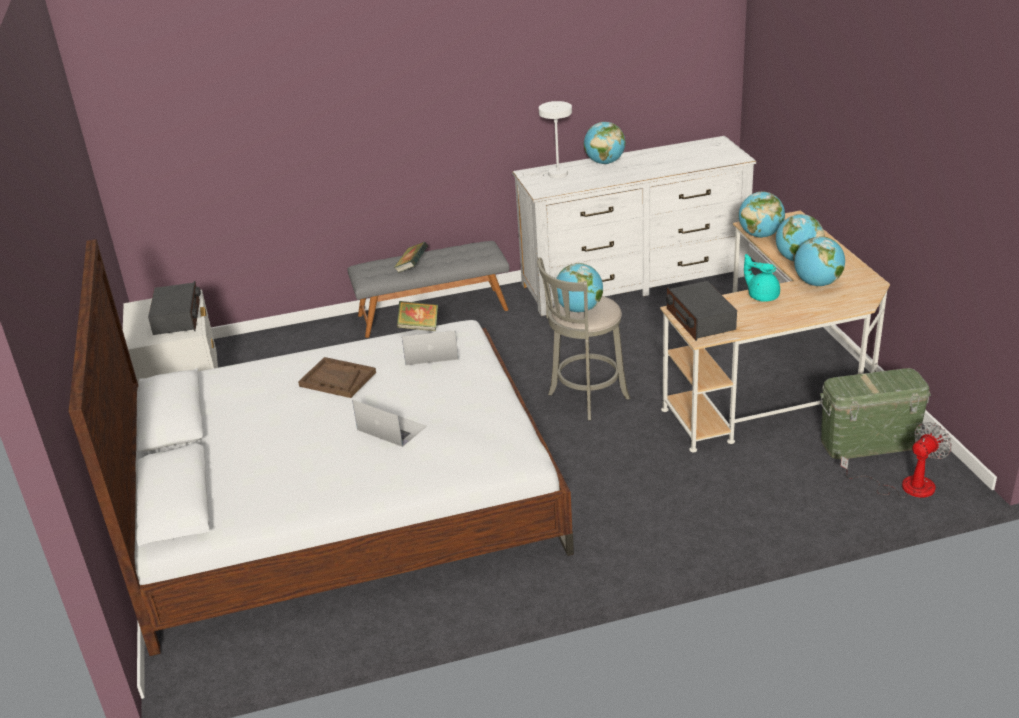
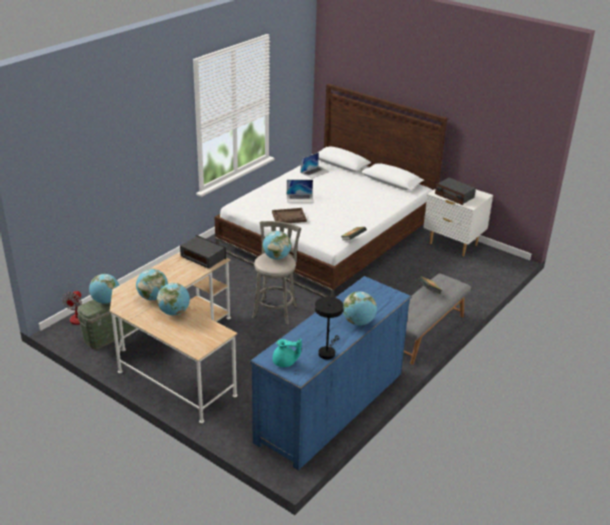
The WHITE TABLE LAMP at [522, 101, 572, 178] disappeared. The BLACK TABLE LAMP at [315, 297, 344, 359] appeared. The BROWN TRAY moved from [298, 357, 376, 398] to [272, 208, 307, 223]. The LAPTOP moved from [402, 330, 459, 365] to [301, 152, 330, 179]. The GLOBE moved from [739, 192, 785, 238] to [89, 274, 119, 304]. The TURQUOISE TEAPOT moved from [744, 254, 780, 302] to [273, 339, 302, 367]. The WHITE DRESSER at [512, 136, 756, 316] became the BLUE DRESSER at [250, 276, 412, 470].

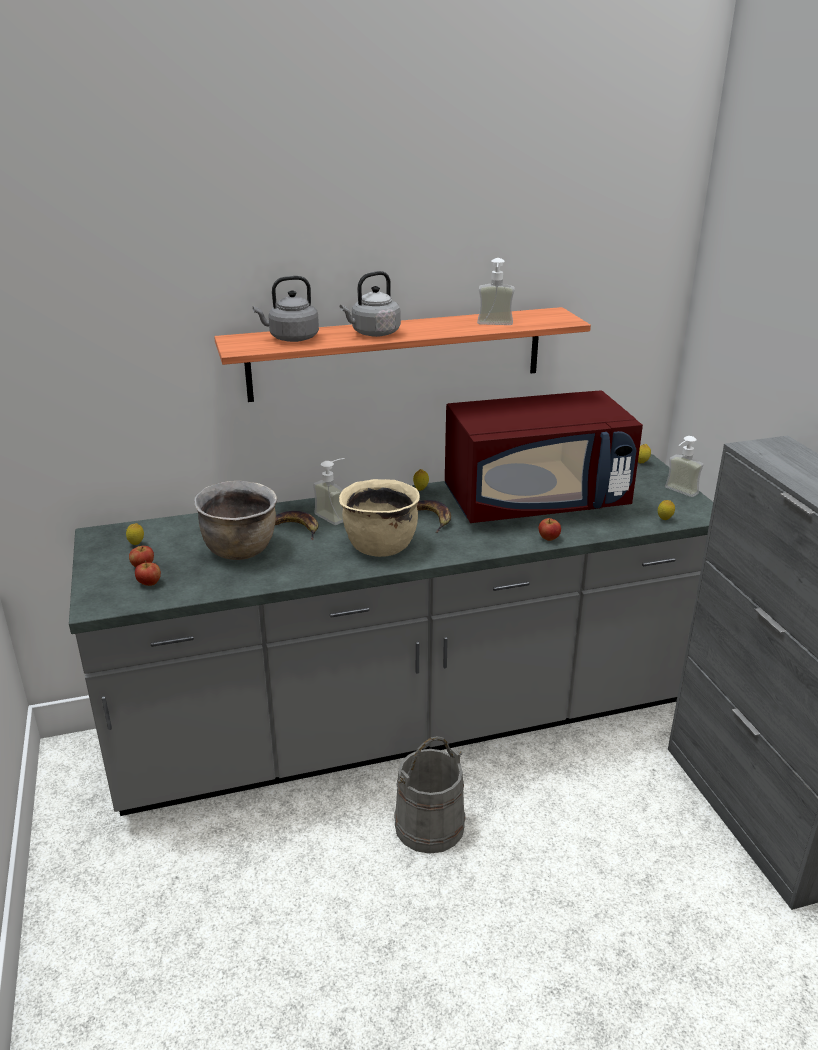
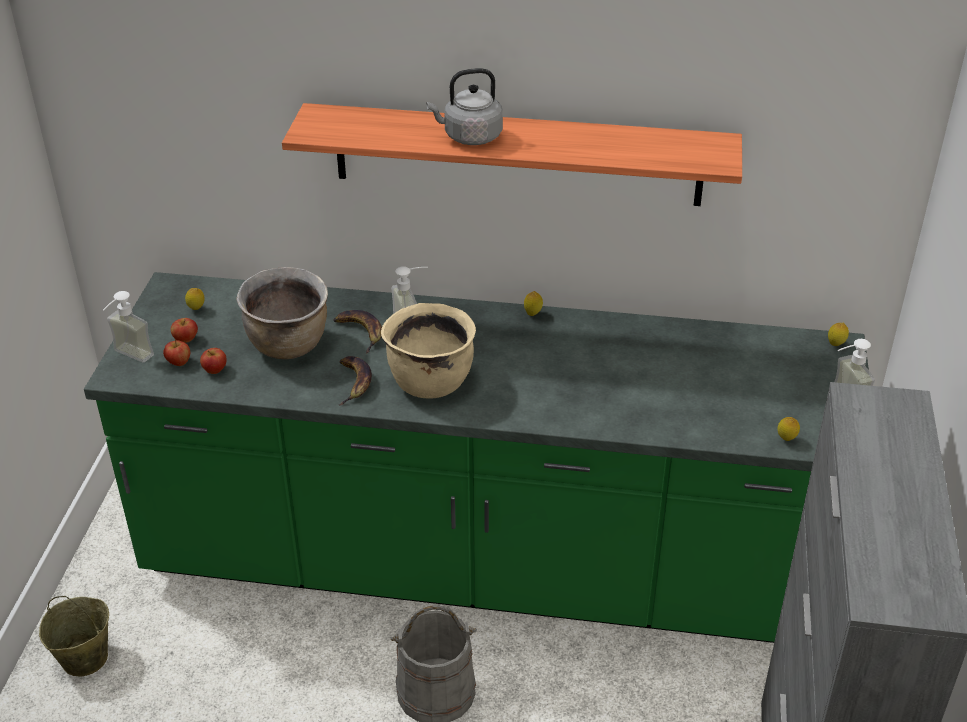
The GREY KETTLE at [253, 276, 319, 342] disappeared. The RED MICROWAVE at [445, 390, 643, 523] disappeared. The BEIGE BUCKET at [39, 596, 109, 676] appeared. The BANANA moved from [417, 500, 451, 533] to [339, 356, 372, 405]. The SOAP DISPENSER moved from [477, 258, 515, 325] to [103, 291, 154, 362]. The APPLE moved from [538, 518, 561, 541] to [200, 348, 227, 374]. The GREY COUNTER at [69, 454, 713, 816] became the GREEN COUNTER at [84, 272, 869, 643].

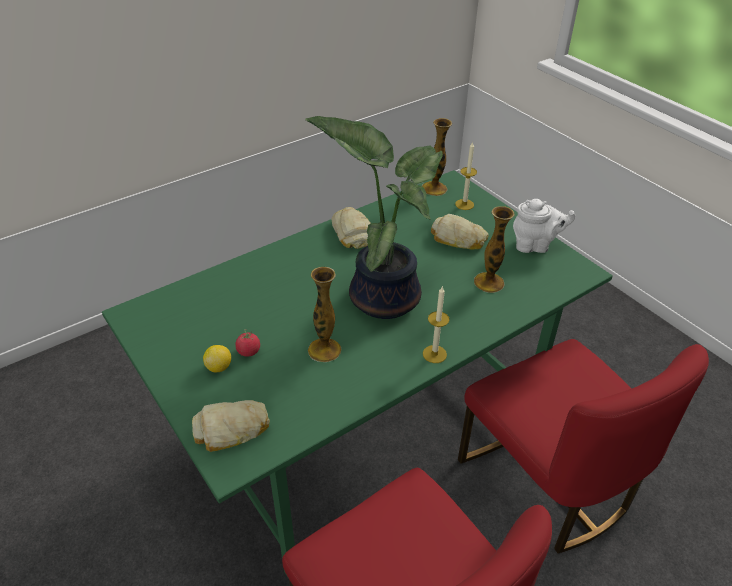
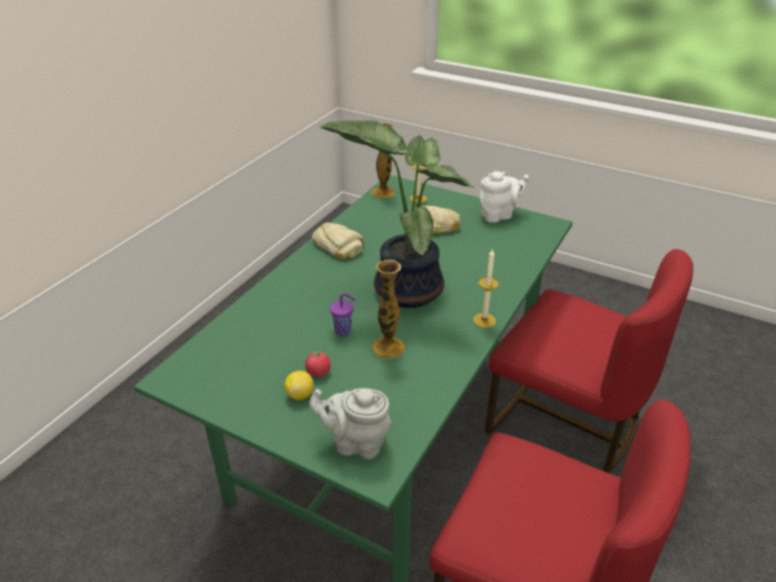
The VASE at [474, 207, 515, 293] disappeared. The PURPLE CUP at [330, 293, 356, 336] appeared. The BREAD at [192, 400, 270, 452] was replaced by the GREY TEAPOT at [309, 388, 392, 460].

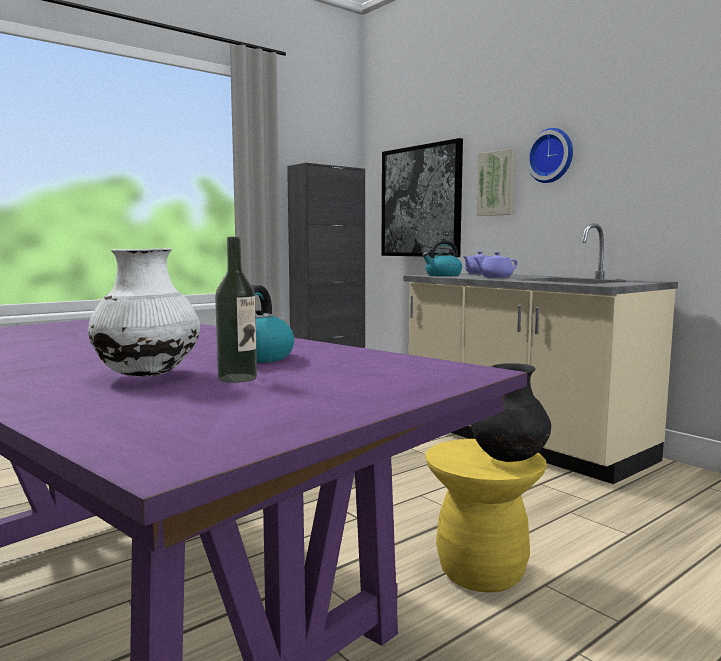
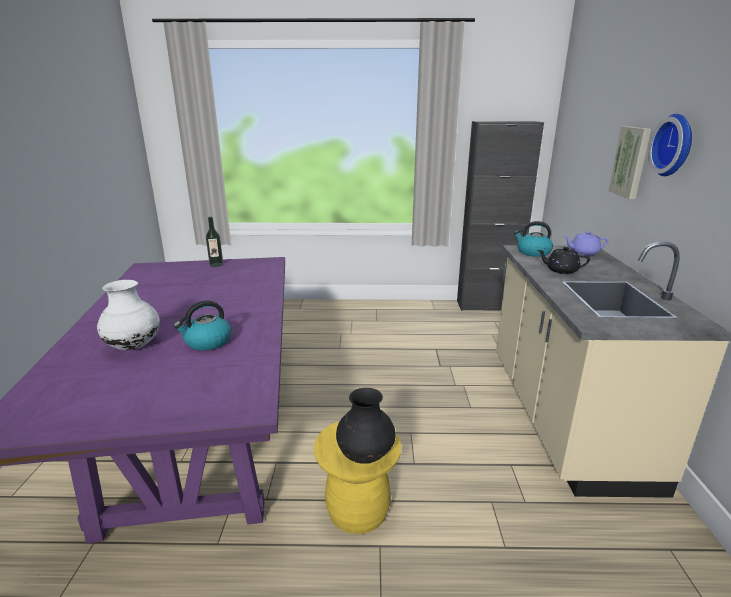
The PICTURE at [381, 138, 463, 257] disappeared. The BOTTLE moved from [215, 237, 257, 383] to [206, 217, 223, 267]. The PURPLE TEAPOT at [474, 252, 518, 278] became the BLACK TEAPOT at [538, 247, 590, 274].

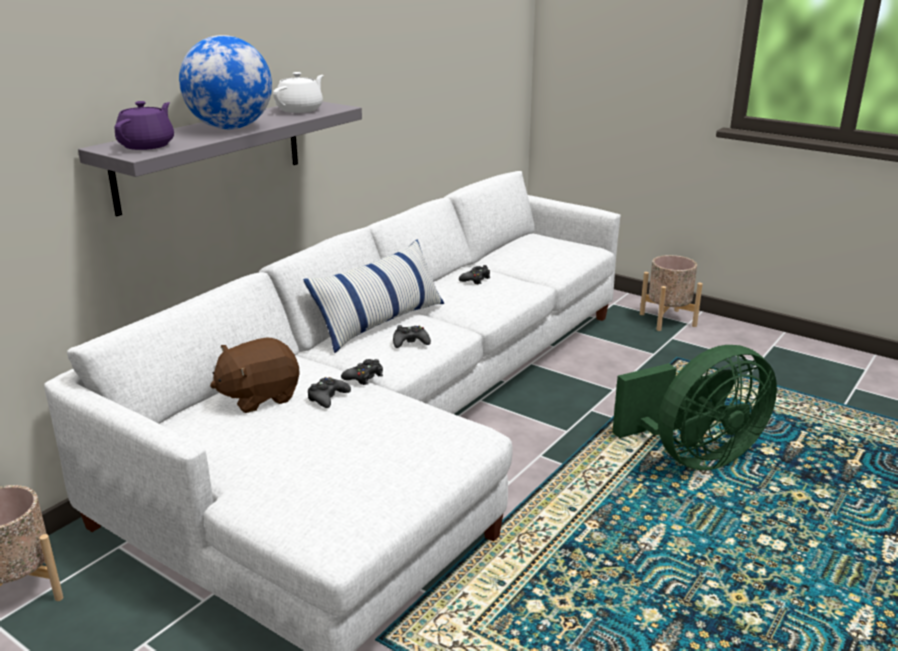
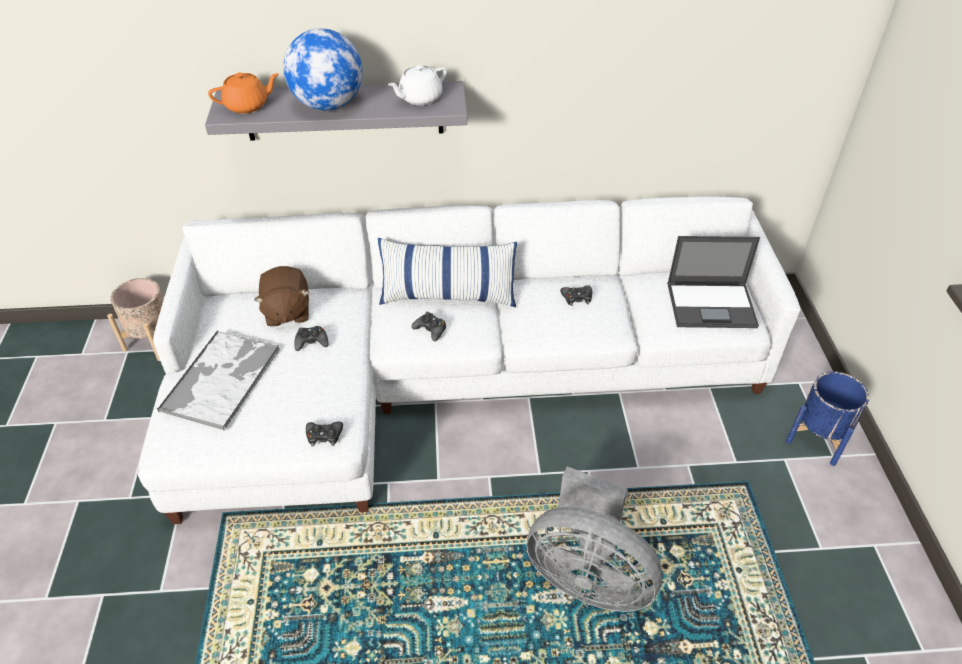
The TRAY at [157, 330, 280, 431] appeared. The LAPTOP at [667, 236, 760, 328] appeared. The BLACK GAME CONTROLLER moved from [341, 359, 383, 385] to [306, 422, 343, 447]. The PURPLE TEAPOT at [114, 101, 174, 150] became the ORANGE TEAPOT at [208, 72, 279, 113]. The GREEN FAN at [612, 345, 777, 470] became the GREY FAN at [526, 467, 662, 612]. The BEIGE PLANTER at [640, 255, 703, 331] became the BLUE PLANTER at [786, 371, 869, 466]. The BROWN PLUSH TOY at [210, 338, 300, 413] turned 120 degrees counterclockwise. The WHITE TEAPOT at [273, 72, 324, 113] turned 150 degrees clockwise.

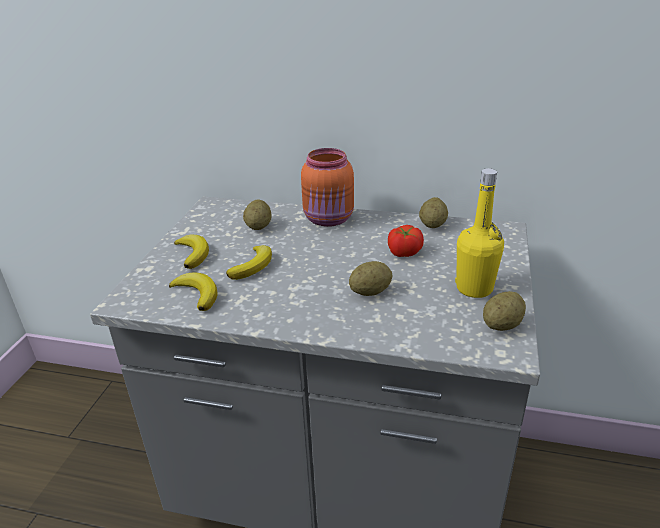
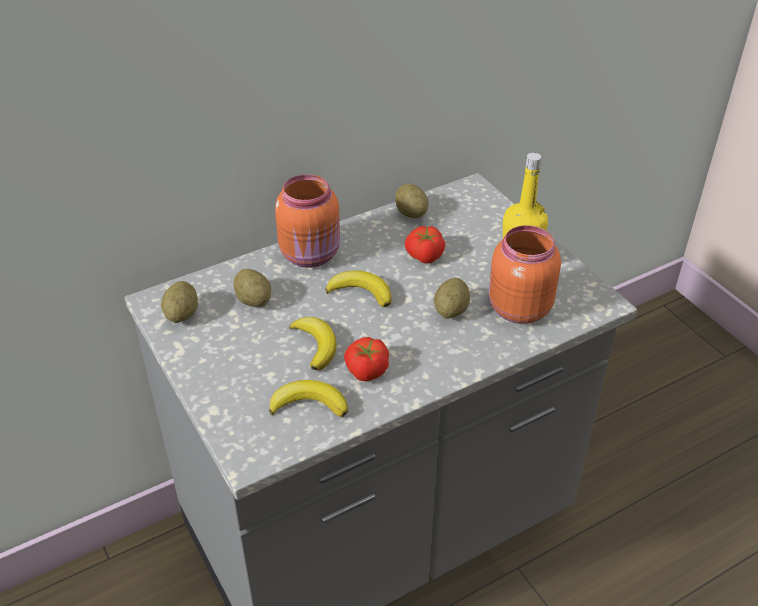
The TOMATO at [344, 337, 389, 382] appeared. The ORANGE JAR at [489, 225, 561, 324] appeared. The BANANA moved from [174, 235, 209, 269] to [325, 270, 392, 308]. The POTATO moved from [483, 291, 526, 331] to [161, 281, 198, 323].

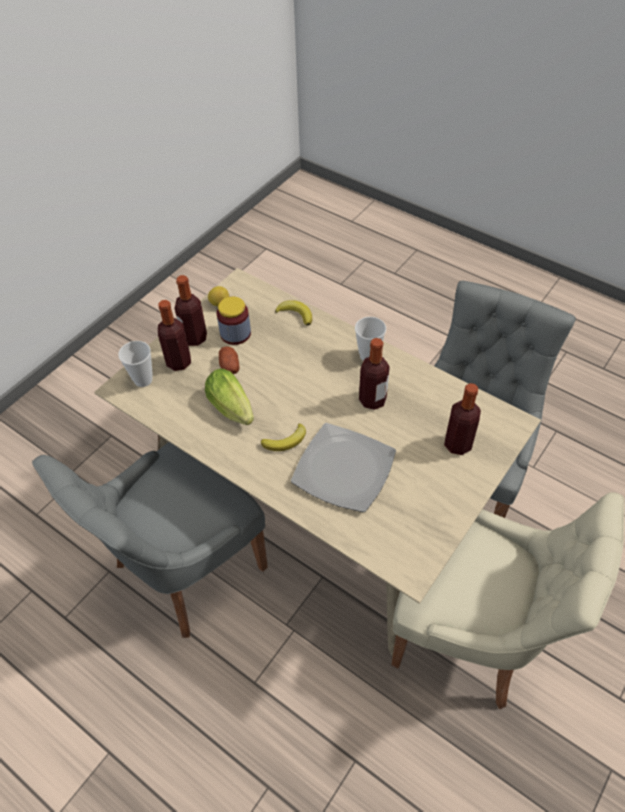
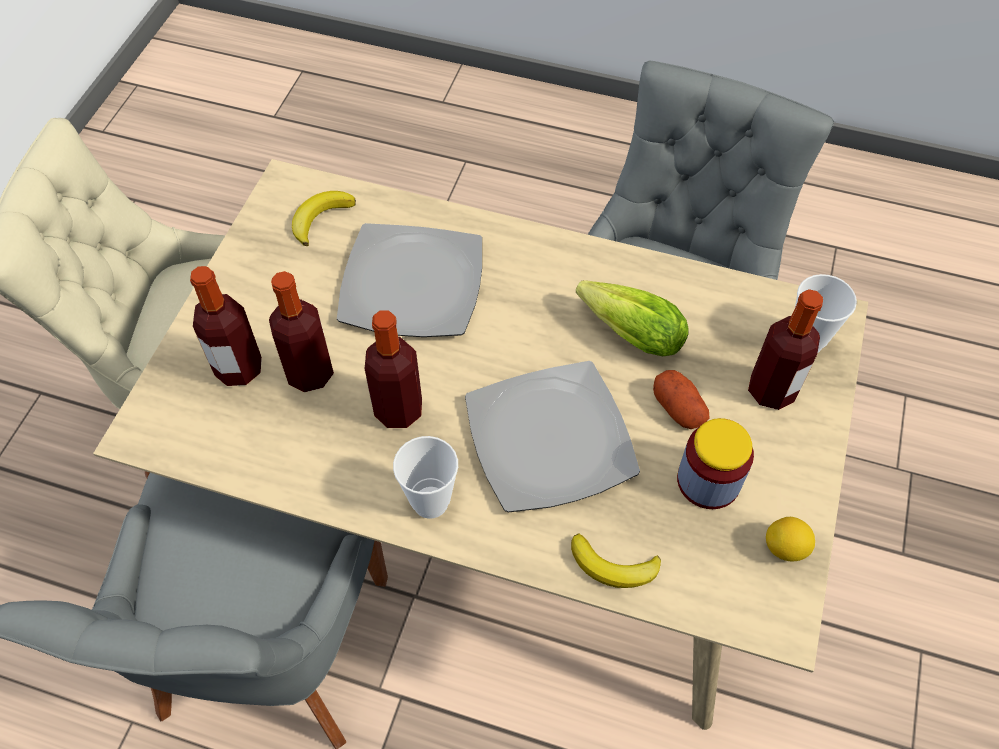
The PLATE at [465, 361, 640, 512] appeared. The BOTTLE moved from [174, 275, 207, 346] to [269, 271, 334, 392]. The BANANA moved from [261, 423, 306, 451] to [292, 191, 356, 246].

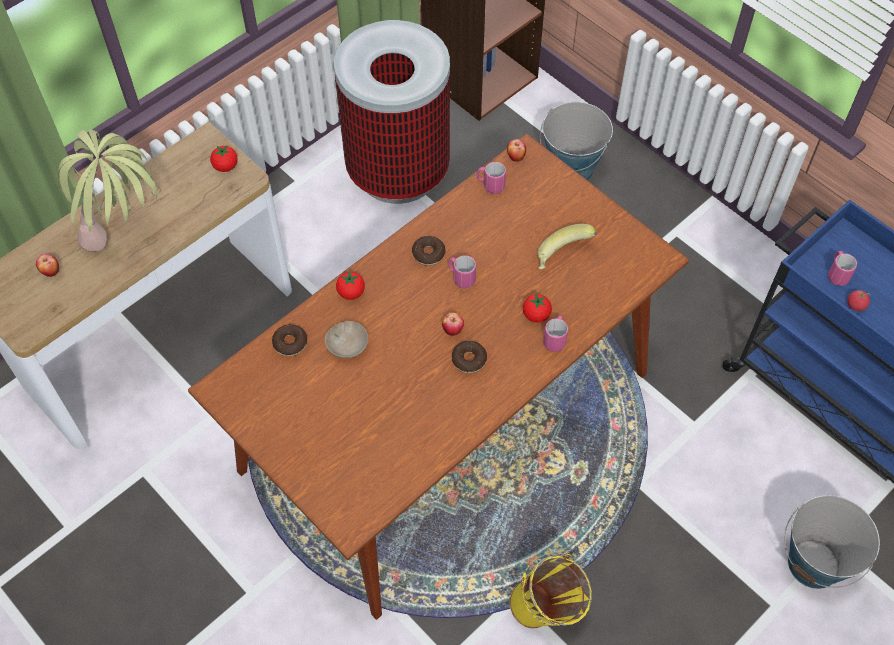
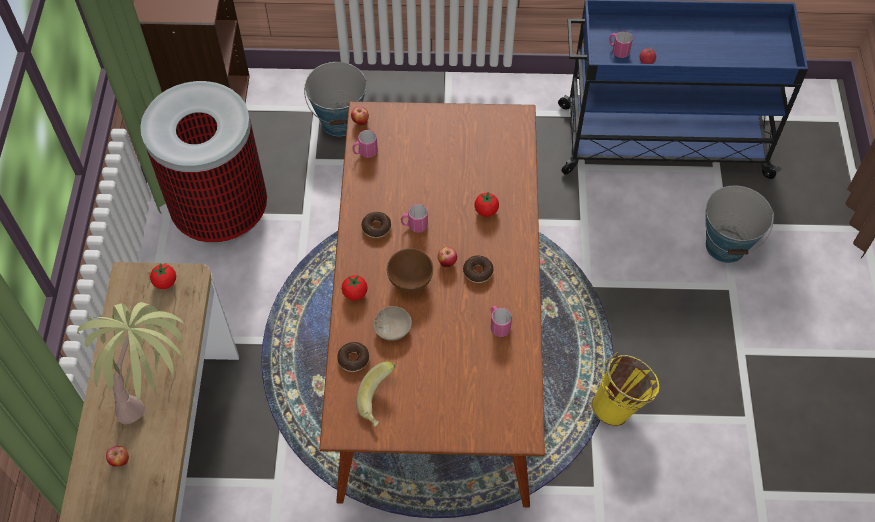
The BROWN BOWL at [387, 248, 433, 293] appeared. The BANANA moved from [537, 224, 597, 270] to [356, 361, 396, 427]. The PINK MUG moved from [543, 316, 568, 352] to [490, 306, 512, 337].

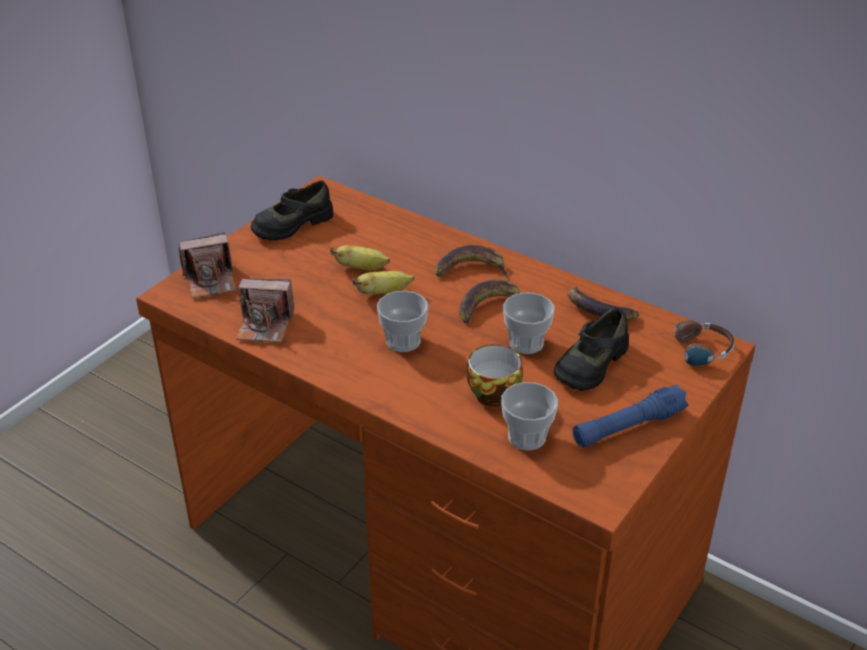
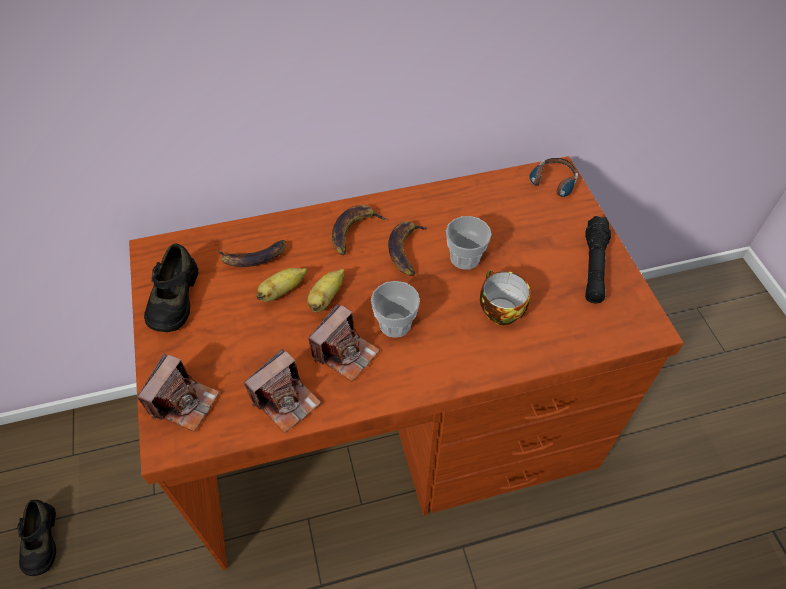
The CUP at [501, 382, 558, 450] disappeared. The PHOTO CAMERA at [308, 303, 380, 382] appeared. The BLACK SHOE moved from [554, 308, 629, 391] to [17, 500, 56, 576]. The BANANA moved from [568, 286, 639, 321] to [218, 240, 286, 267]. The BLUE FLASHLIGHT at [573, 385, 689, 448] became the BLACK FLASHLIGHT at [585, 216, 611, 303].

